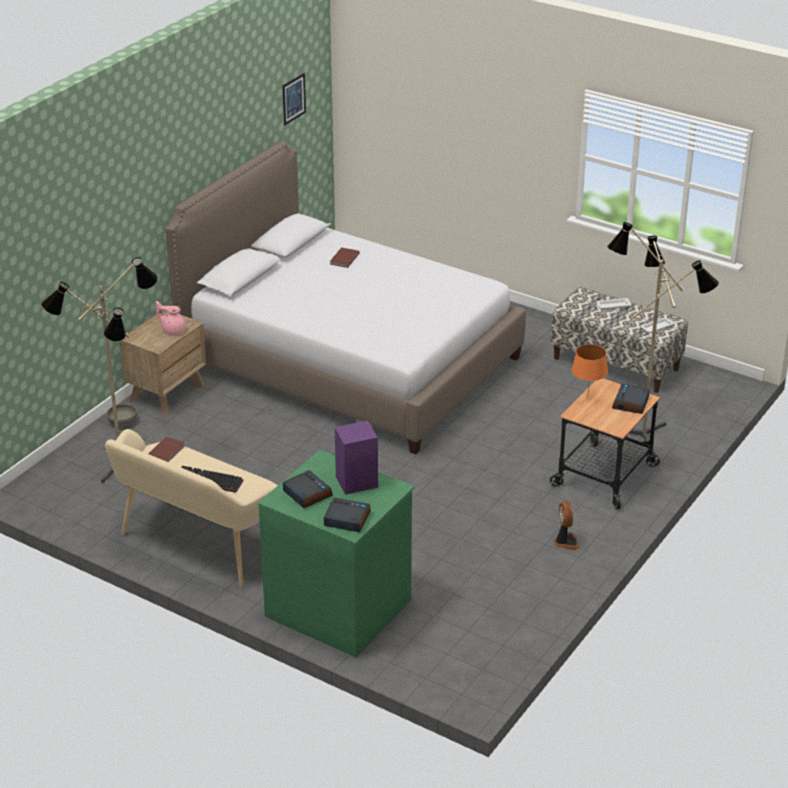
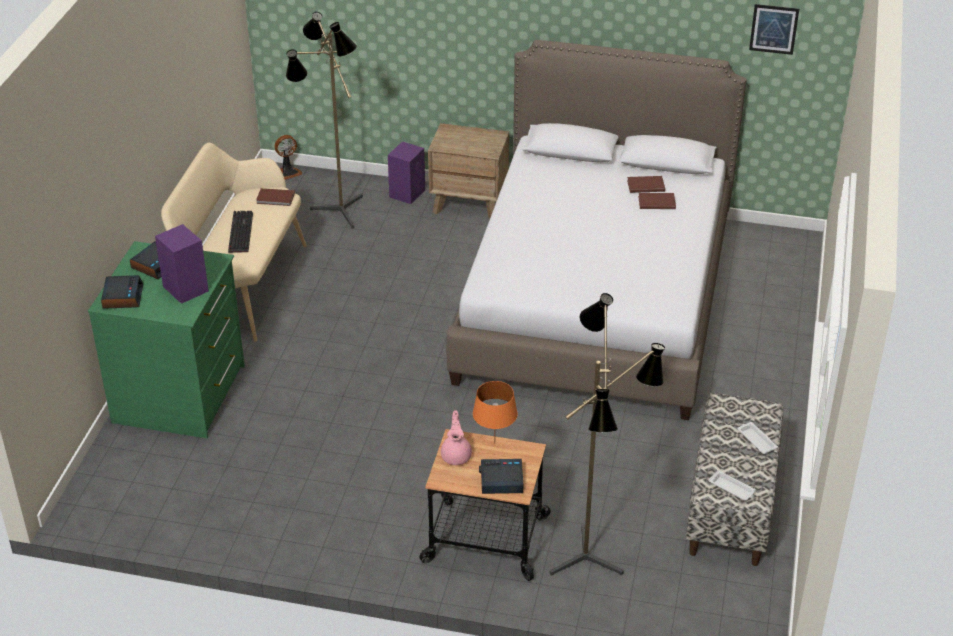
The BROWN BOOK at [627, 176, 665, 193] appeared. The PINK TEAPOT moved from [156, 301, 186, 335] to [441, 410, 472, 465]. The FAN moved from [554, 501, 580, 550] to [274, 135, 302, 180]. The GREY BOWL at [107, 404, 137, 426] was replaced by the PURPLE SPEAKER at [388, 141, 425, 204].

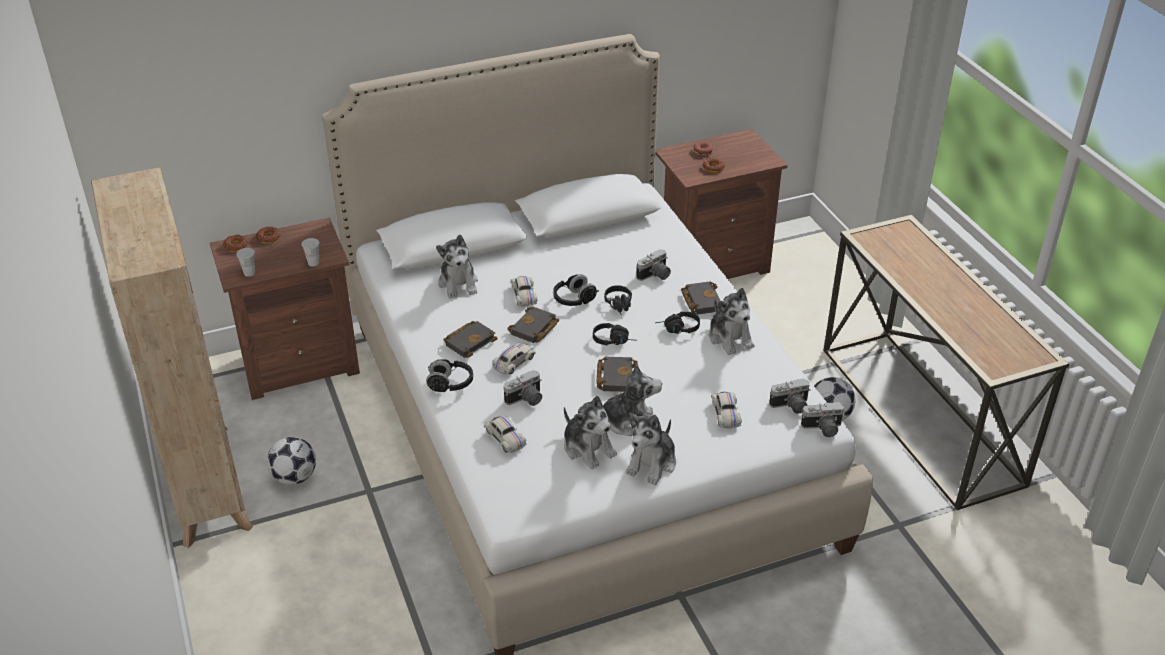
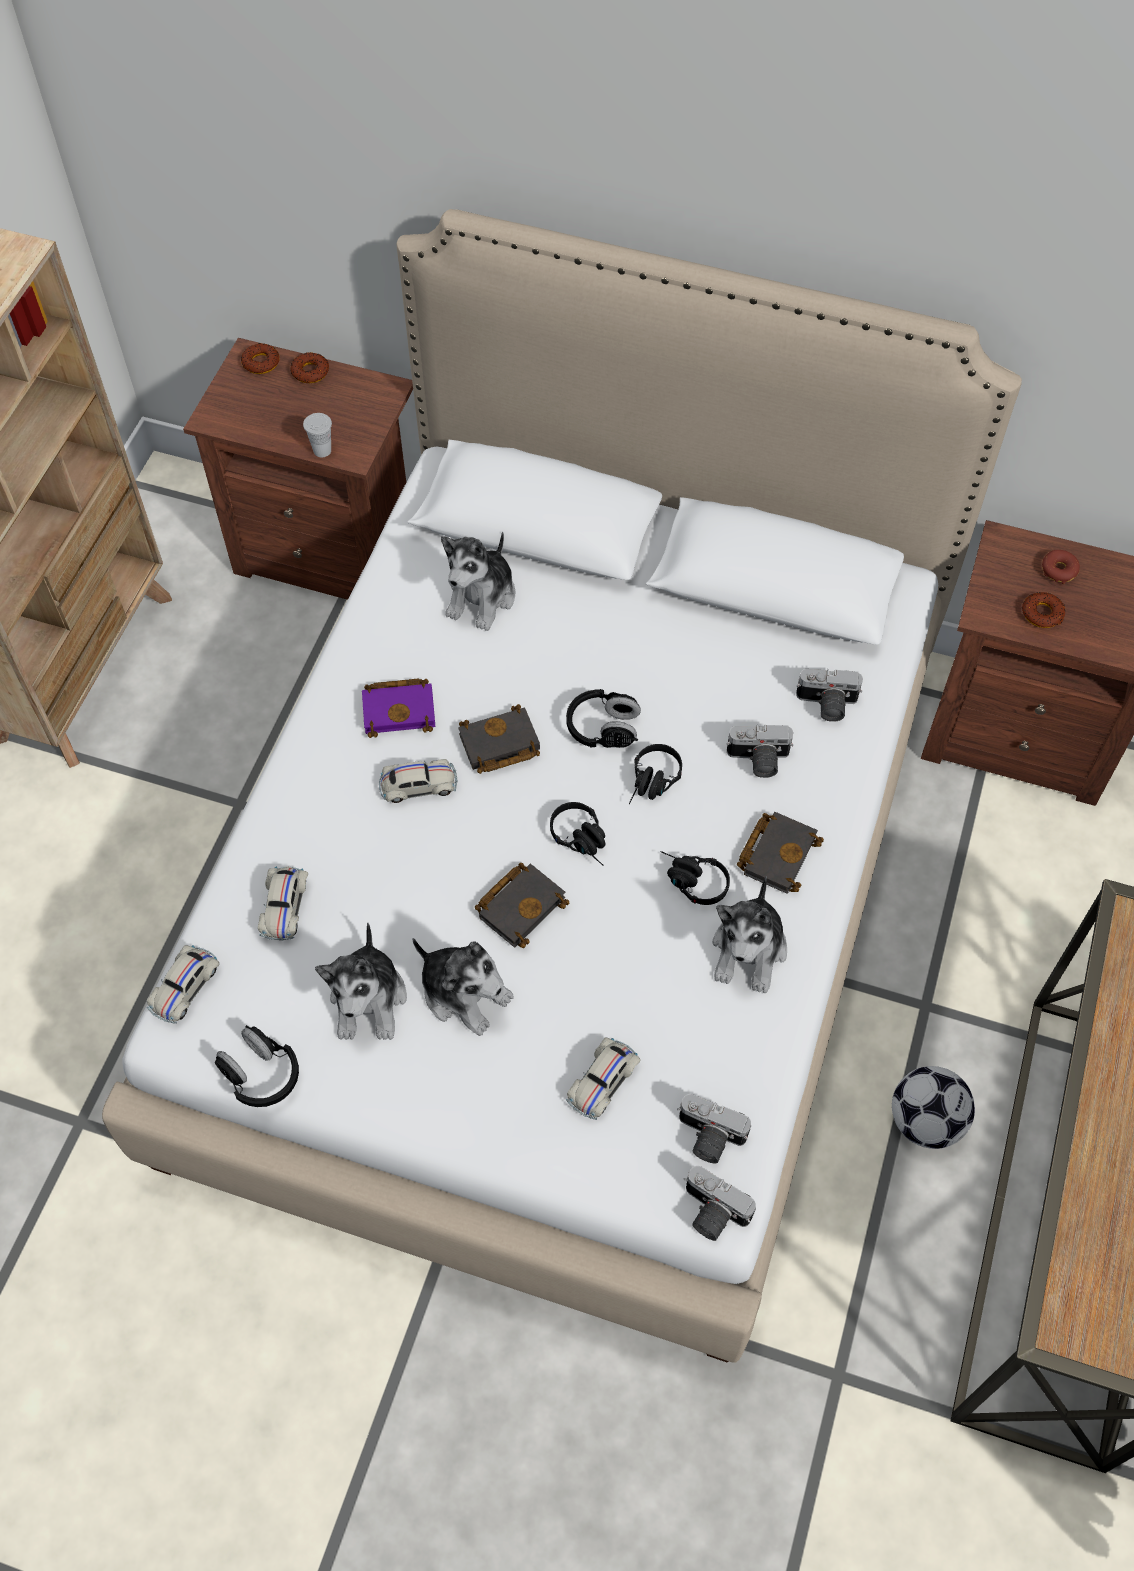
The WHITE CUP at [236, 248, 255, 277] disappeared. The FOOTBALL at [267, 437, 316, 485] disappeared. The PLUSH TOY at [626, 413, 676, 485] disappeared. The BLACK HEADPHONES moved from [426, 359, 473, 392] to [215, 1025, 299, 1107]. The PHOTO CAMERA moved from [504, 370, 542, 406] to [796, 669, 863, 722]. The WHITE TOY CAR moved from [511, 276, 537, 307] to [146, 945, 219, 1024]. The BLACK BOOK at [444, 321, 498, 358] became the PURPLE BOOK at [362, 678, 435, 738].

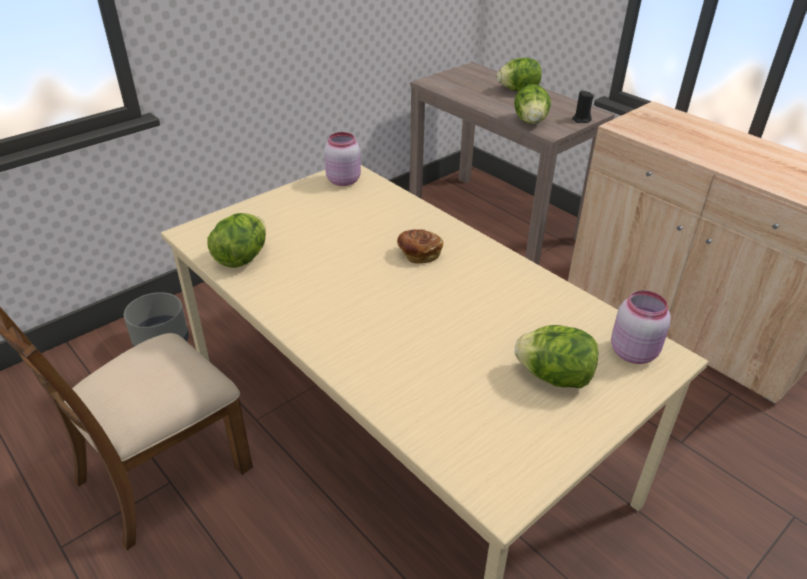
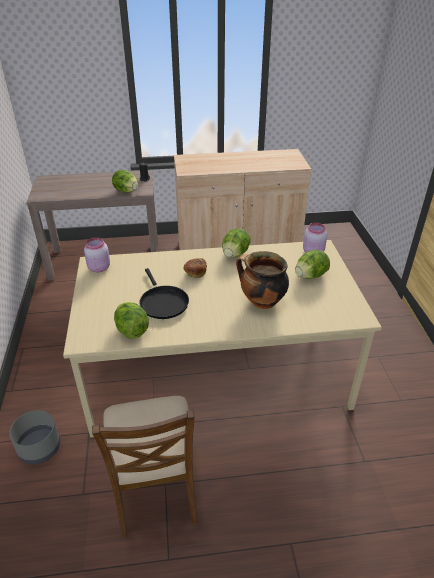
The BLACK FRYING PAN at [139, 268, 189, 319] appeared. The COOKING POT at [236, 251, 289, 309] appeared. The LETTUCE moved from [497, 58, 542, 91] to [222, 228, 251, 257].

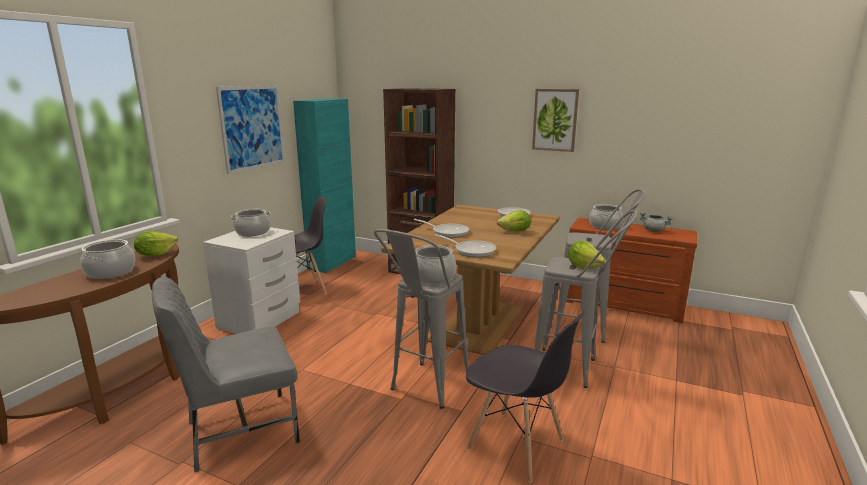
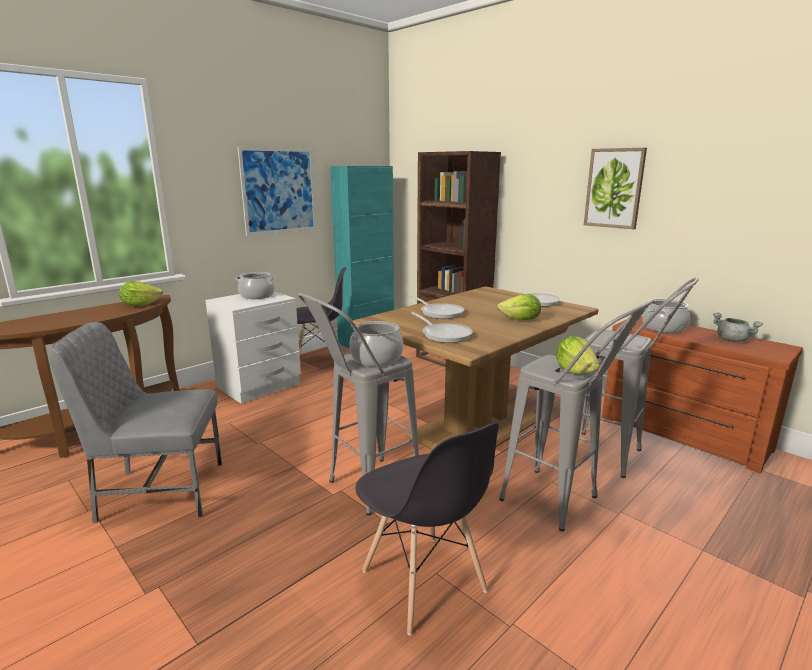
The COOKING POT at [80, 239, 136, 279] disappeared.

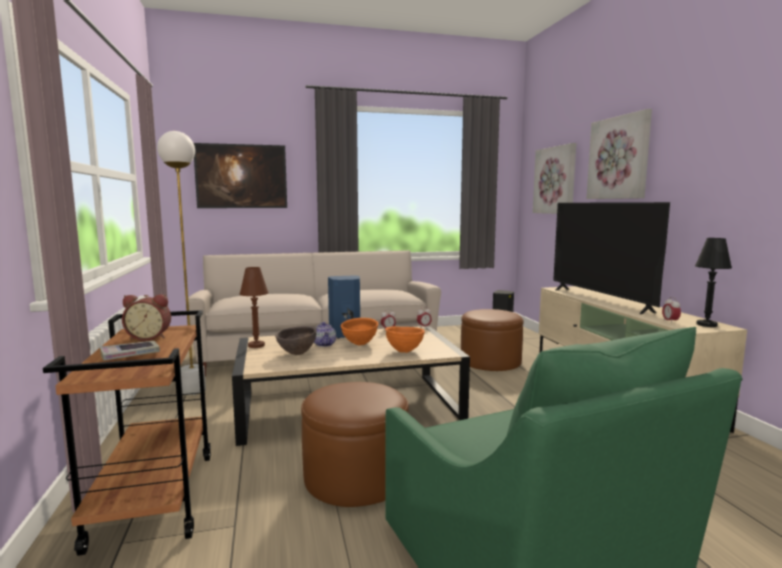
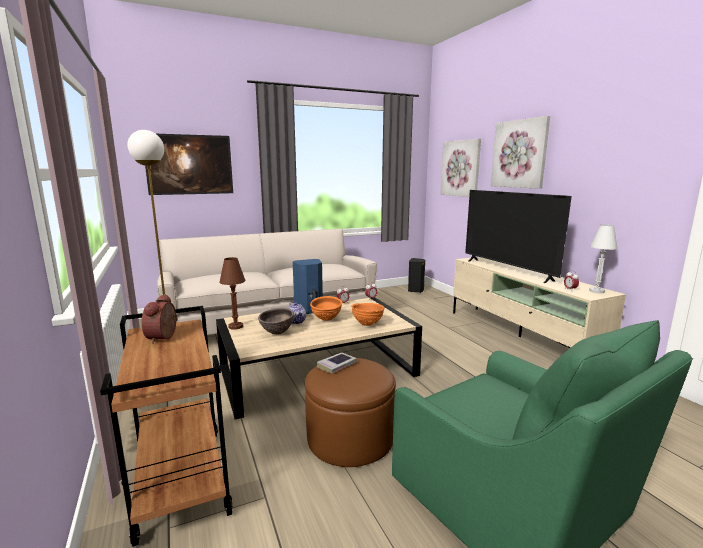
The BROWN OTTOMAN at [461, 309, 524, 371] disappeared. The BOOK moved from [100, 341, 160, 361] to [317, 353, 357, 373]. The BLACK TABLE LAMP at [695, 238, 732, 327] became the WHITE TABLE LAMP at [589, 225, 618, 293]. The ALARM CLOCK at [122, 294, 171, 341] turned 105 degrees clockwise.

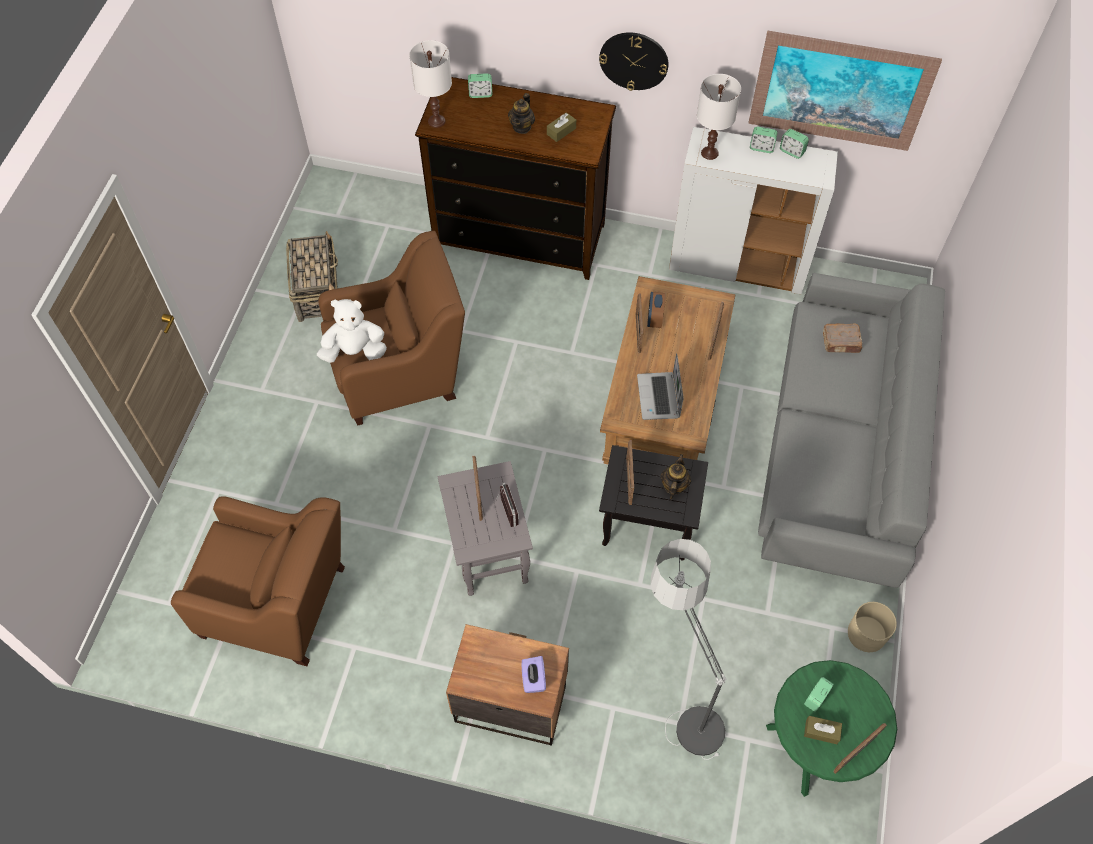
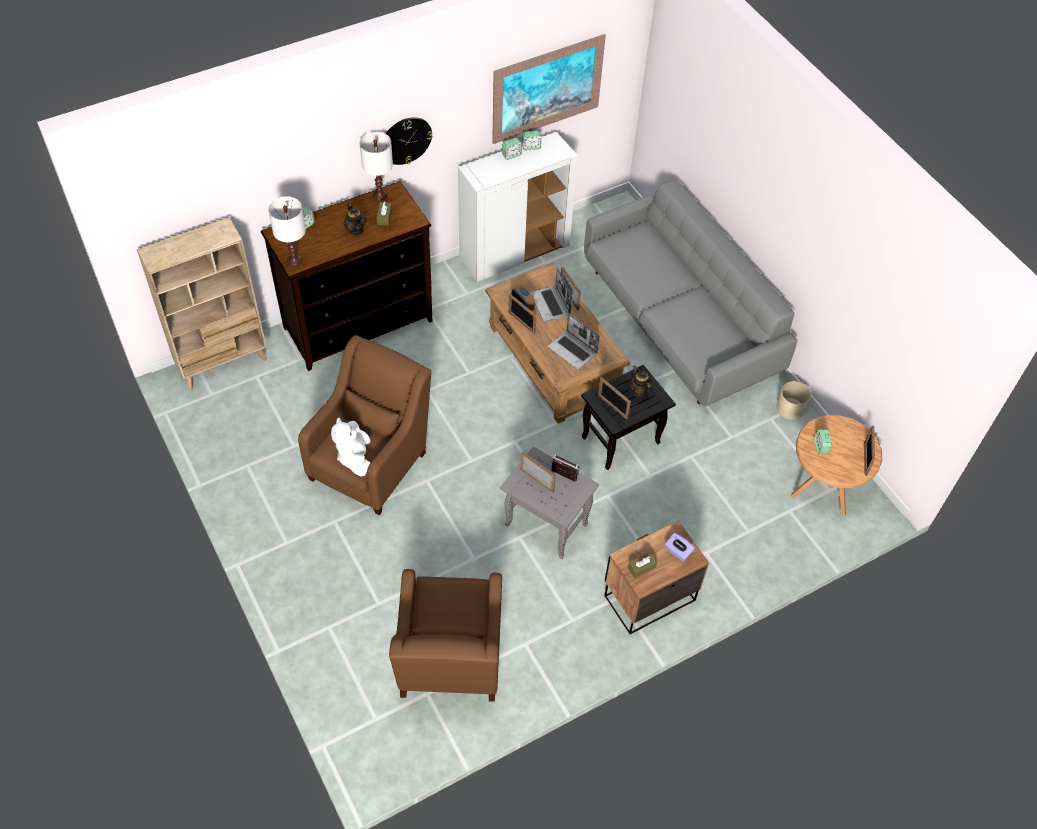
The BASKET at [286, 231, 338, 322] disappeared. The FLOOR LAMP at [650, 539, 727, 760] disappeared. The BROWN BOOK at [823, 323, 862, 353] disappeared. The BEIGE BOOKCASE at [137, 217, 267, 390] appeared. The LAPTOP at [530, 268, 572, 322] appeared. The WHITE TABLE LAMP moved from [697, 74, 741, 160] to [359, 131, 393, 200]. The BROWN TISSUE BOX moved from [804, 716, 842, 744] to [628, 552, 657, 578]. The GREEN SIDE TABLE at [766, 660, 897, 797] became the BROWN SIDE TABLE at [791, 415, 882, 516]. The BROWN ARMCHAIR at [171, 496, 345, 666] turned 120 degrees clockwise. The WHITE PLUSH TOY at [317, 299, 387, 363] turned 45 degrees counterclockwise.

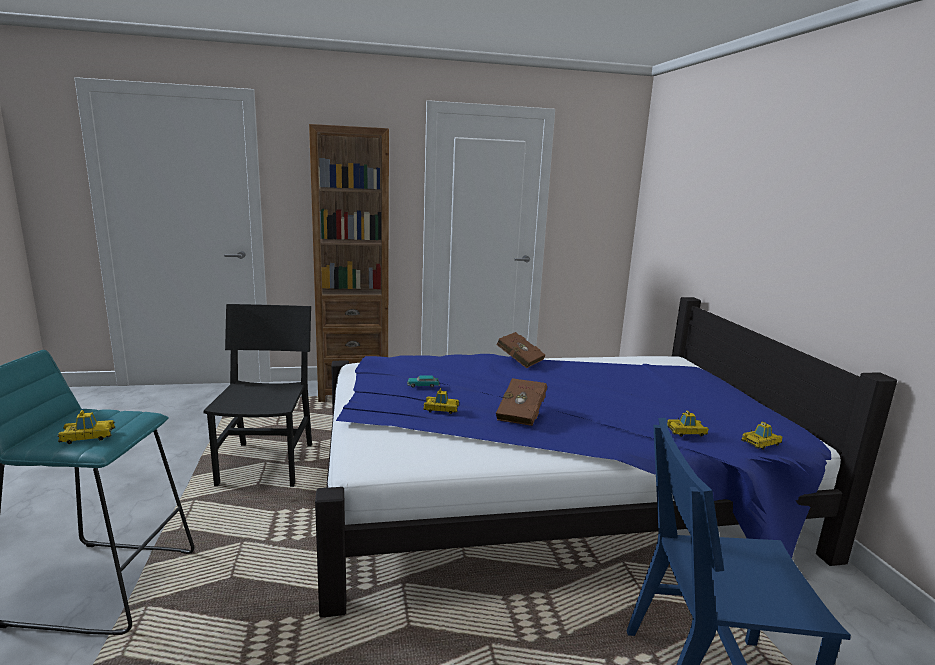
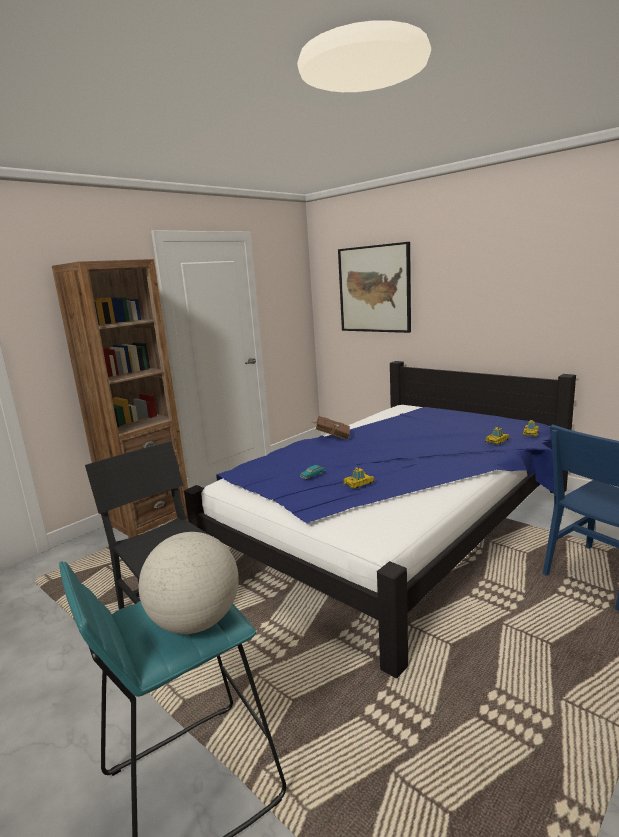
The BROWN BOOK at [496, 378, 547, 426] disappeared. The PICTURE at [338, 242, 411, 333] appeared. The TOY CAR at [58, 410, 115, 444] was replaced by the GLOBE at [139, 532, 239, 634].

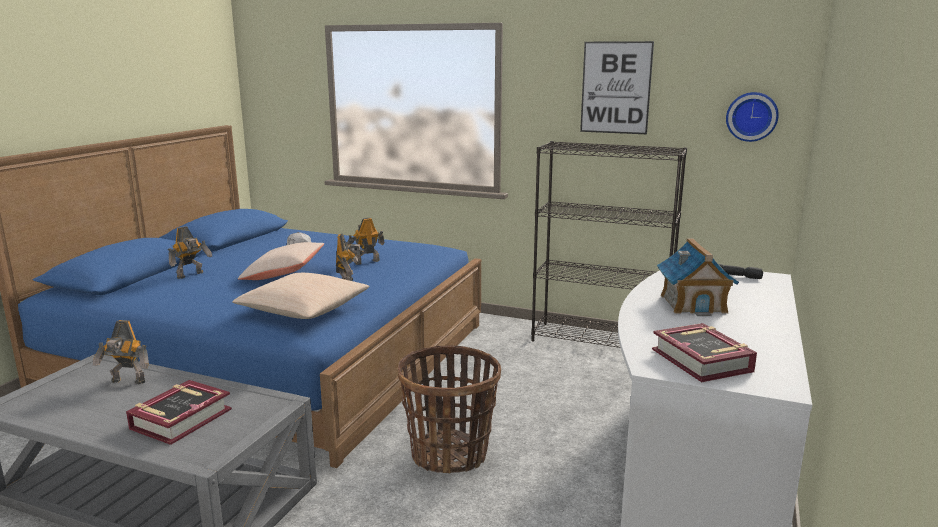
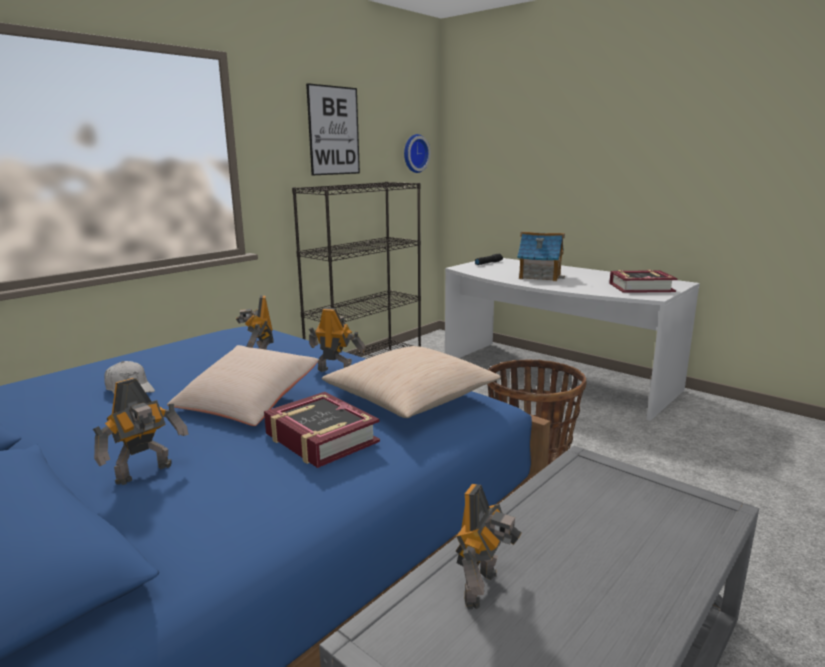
The BOOK moved from [126, 380, 232, 445] to [264, 392, 380, 468]. The TOY ROBOT at [168, 226, 212, 279] turned 75 degrees clockwise.

